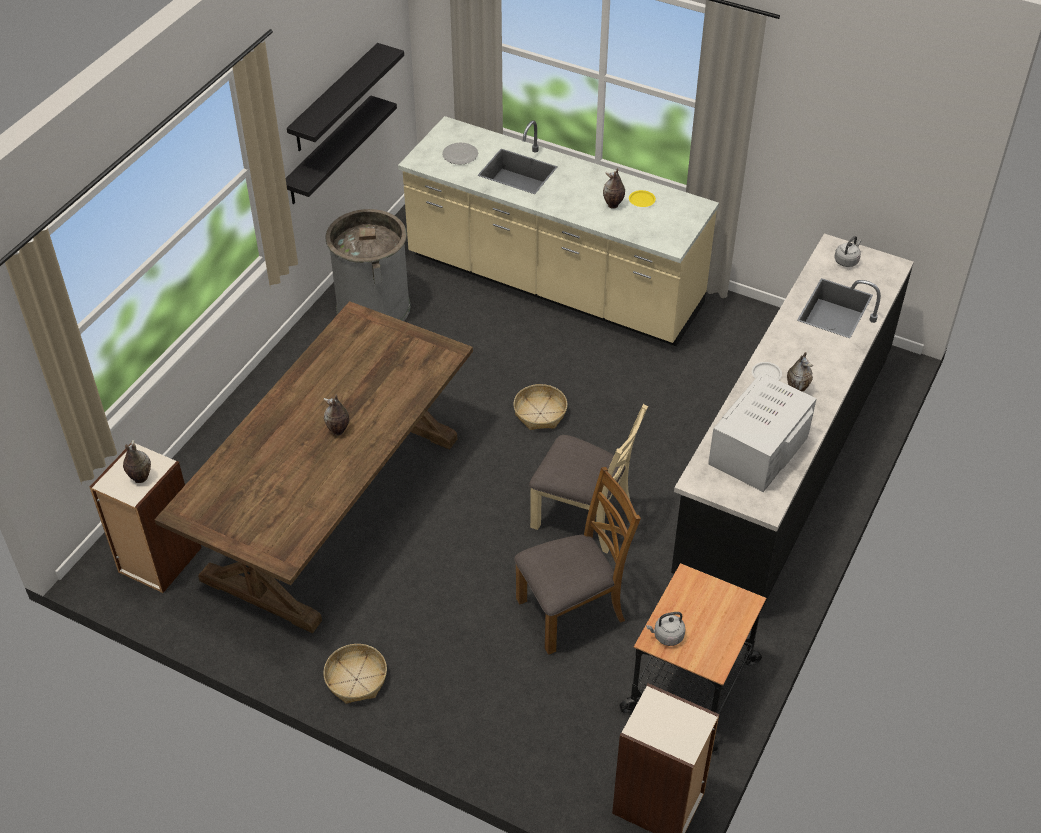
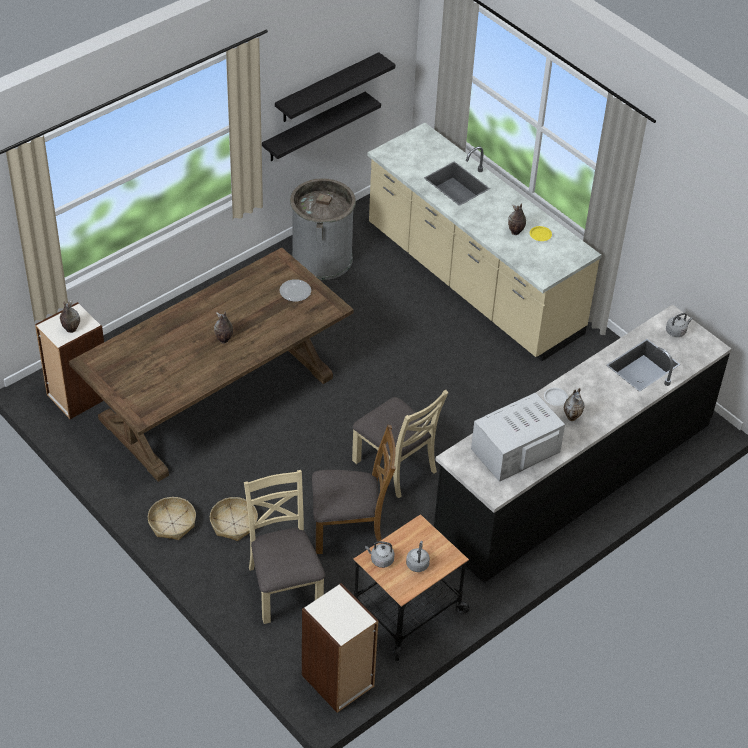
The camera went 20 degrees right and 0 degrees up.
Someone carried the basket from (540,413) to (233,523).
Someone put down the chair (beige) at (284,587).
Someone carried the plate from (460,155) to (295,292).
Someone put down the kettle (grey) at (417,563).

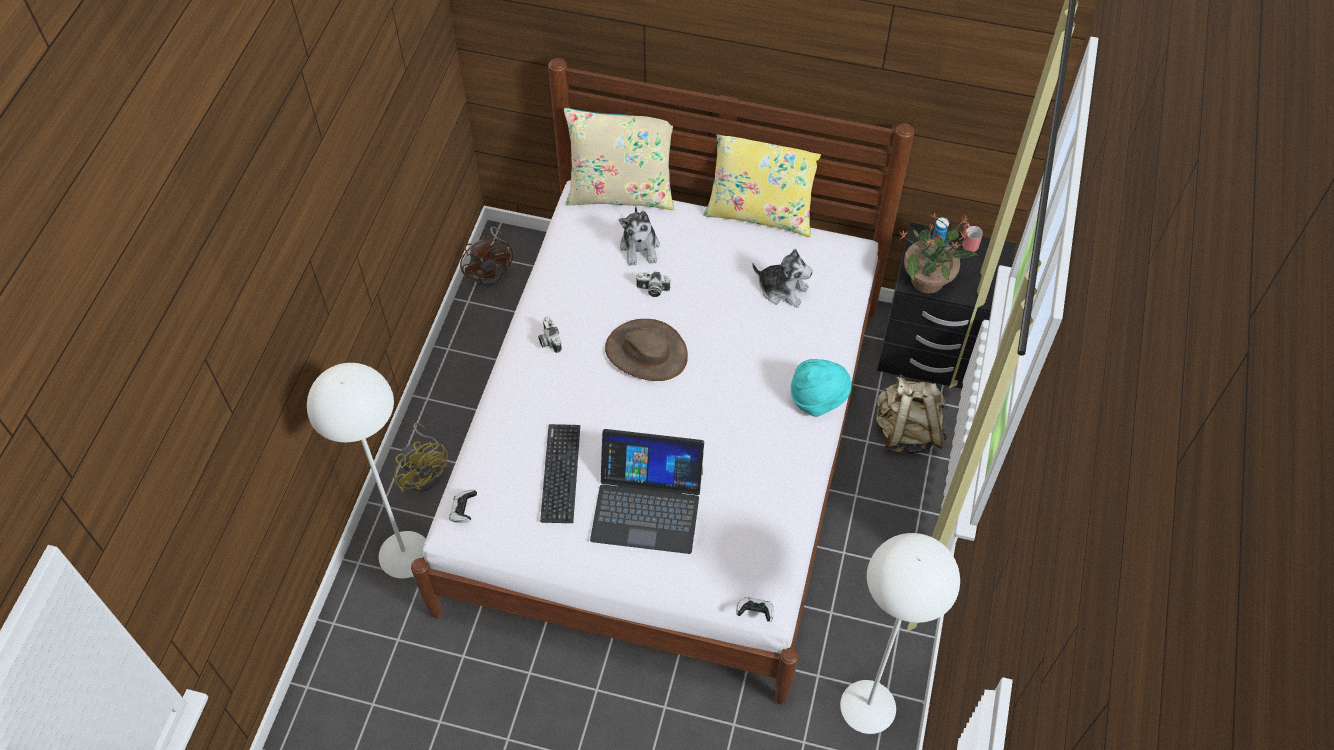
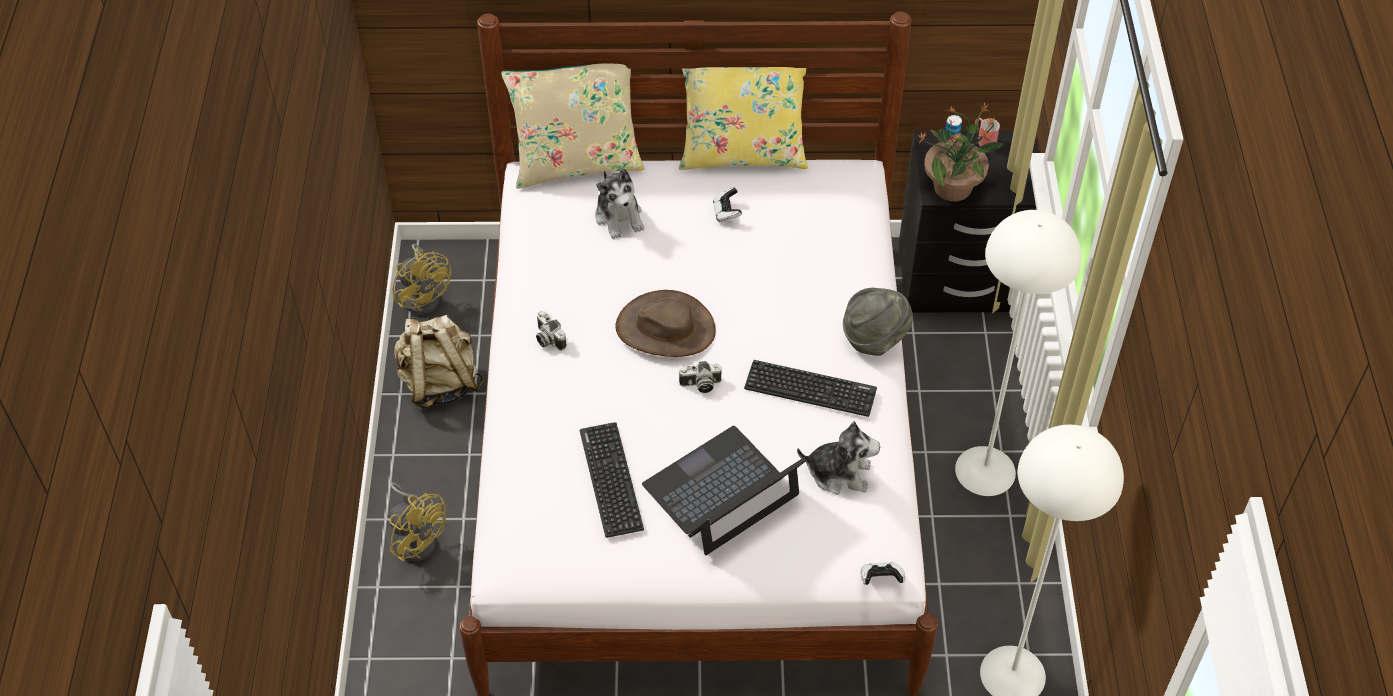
The camera went 15 degrees left and 5 degrees down.
Someone repainted the fan (brown) at (492,270), which became the fan (yellow) at (424,295).
Someone carried the backpack (beige) from (906,431) to (439,383).
Someone rotated the laptop at (647,505) by 150 degrees clockwise.
Someone carried the photo camera from (652,290) to (700,385).
Someone carried the game controller from (463,511) to (726,212).
Someone put down the keyboard at (810,389).
Someone carried the plush toy from (782,289) to (839,473).
Someone repainted the hat (turquoise) at (817,399), which became the hat (grey) at (874,337).
Someone carried the floor lamp (white) from (405,554) to (985,470).

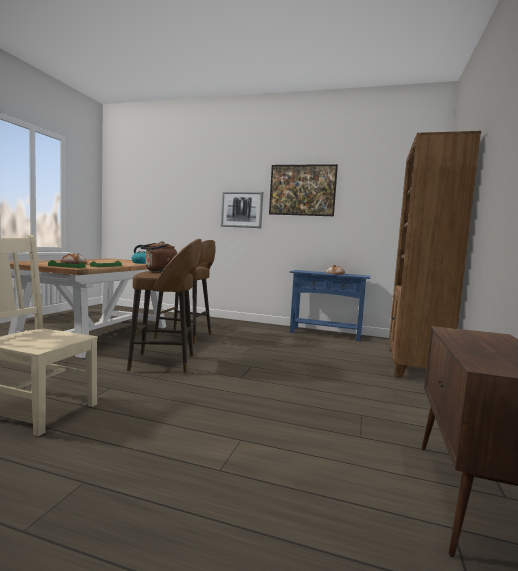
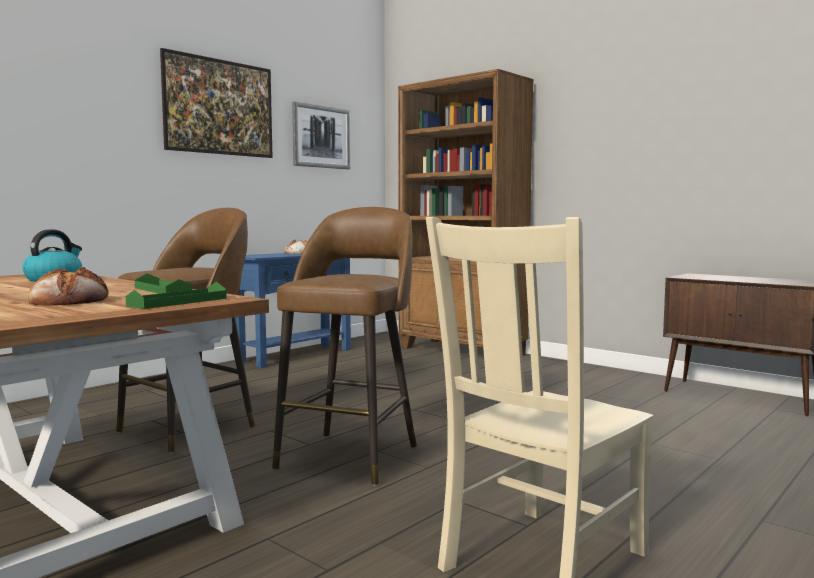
The camera went 65 degrees left and 0 degrees up.
Someone carried the picture from (241,209) to (321,137).
Someone took away the kettle (brown) at (159,271).

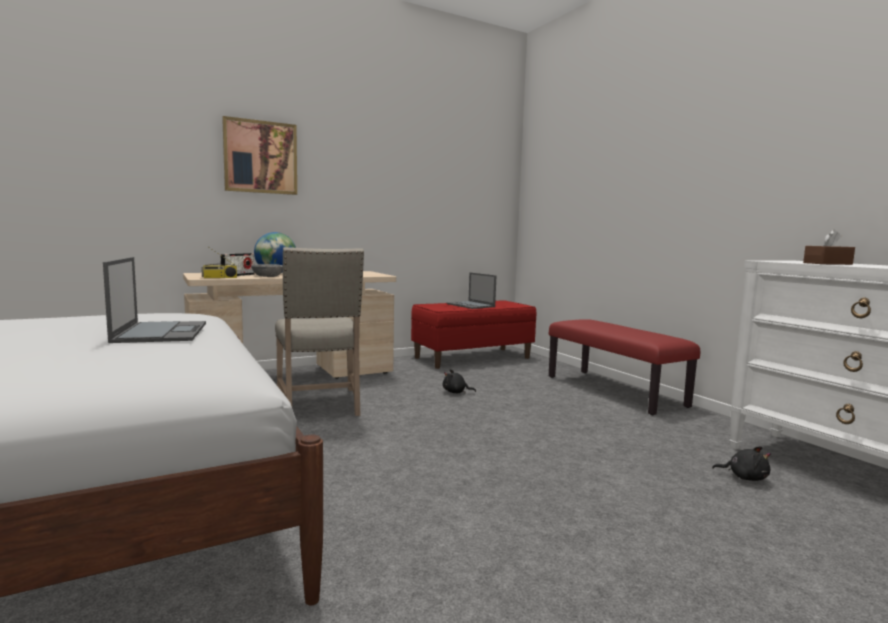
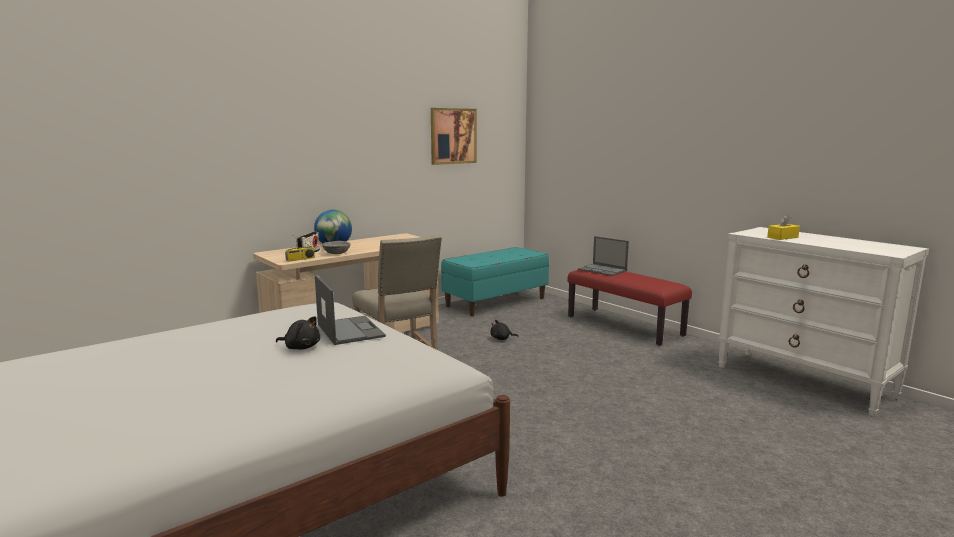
The camera went 10 degrees left and 5 degrees up.
Someone carried the plush toy (black) from (744,477) to (301,347).
Someone carried the picture from (260,157) to (453,136).
Someone repainted the bench (red) at (472,358), which became the bench (turquoise) at (495,302).
Someone carried the laptop from (471,305) to (603,270).
Someone repainted the tissue box (brown) at (827,263), which became the tissue box (yellow) at (782,237).

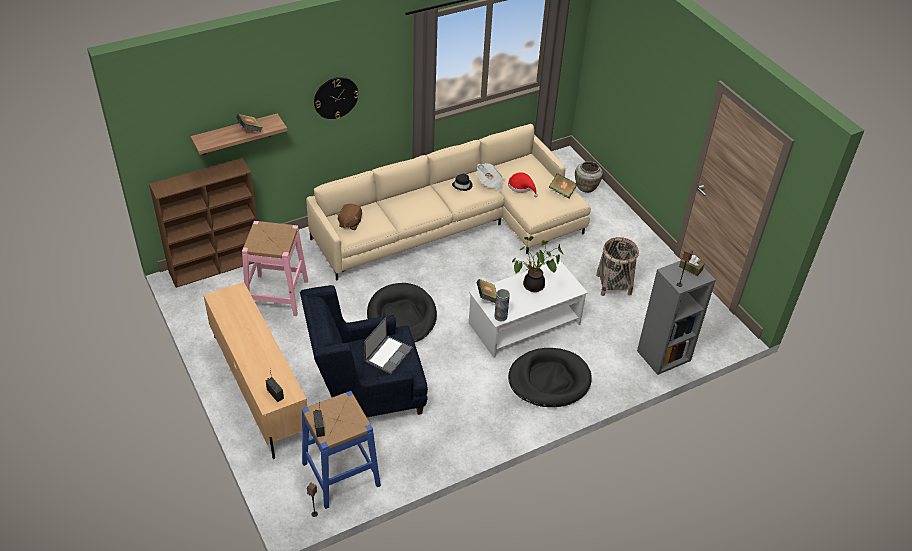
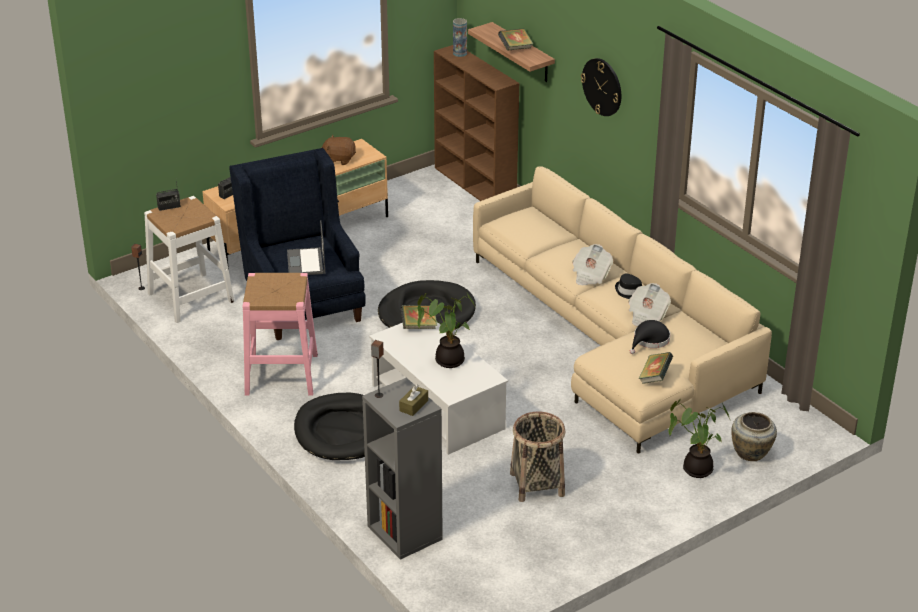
The camera went 85 degrees right and 10 degrees down.
Someone repainted the stool (blue) at (341,474), which became the stool (white) at (190,297).
Someone carried the stool (pink) from (277,295) to (281,374).
Someone rotated the laptop at (388,354) by 60 degrees clockwise.
Someone carried the plush toy (brown) from (350,223) to (339,159).
Someone carried the vase from (500,316) to (460,53).
Someone put down the newspaper at (590,275).
Someone repainted the hat (red) at (522,186), which became the hat (black) at (649,340).
Someone put down the potted plant at (695,468).

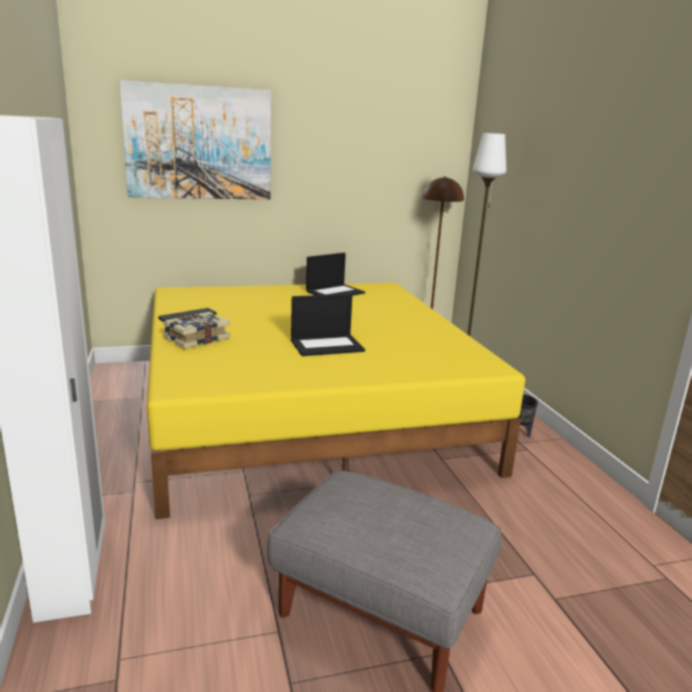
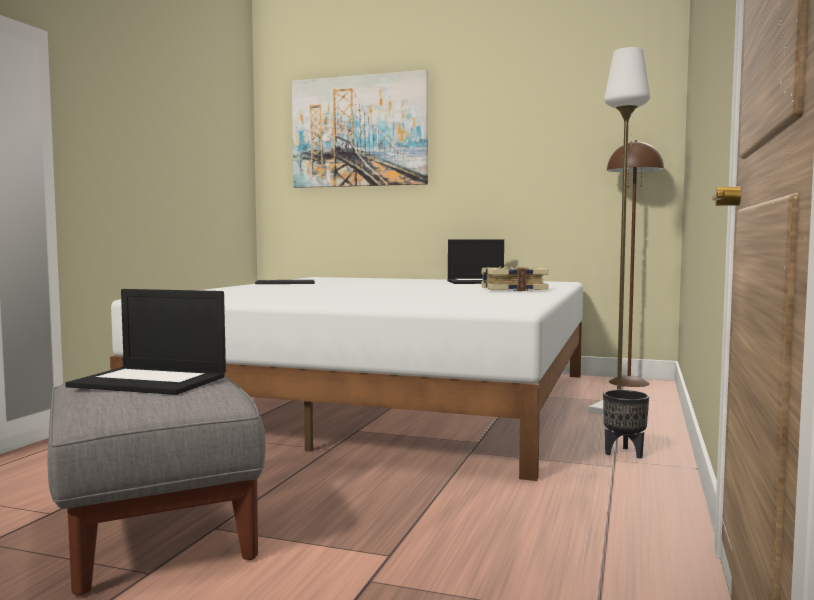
The camera went 35 degrees right and 15 degrees down.
Someone carried the laptop from (327,345) to (151,381).
Someone repainted the bed (yellow) at (307,410), which became the bed (white) at (388,400).
Someone carried the book from (196,339) to (513,289).

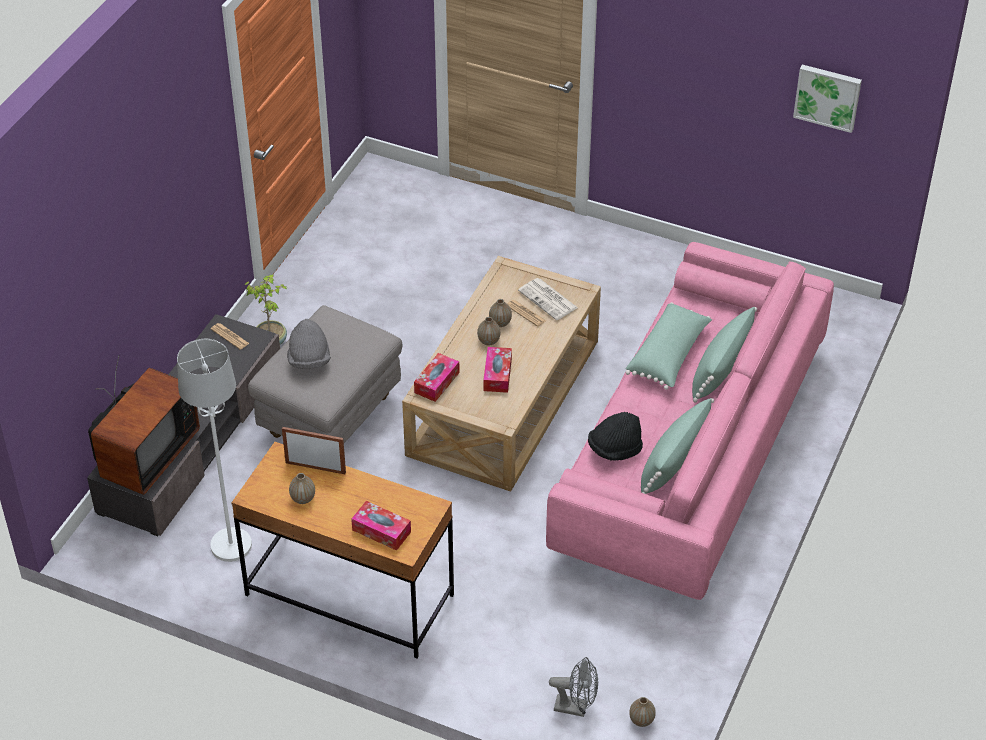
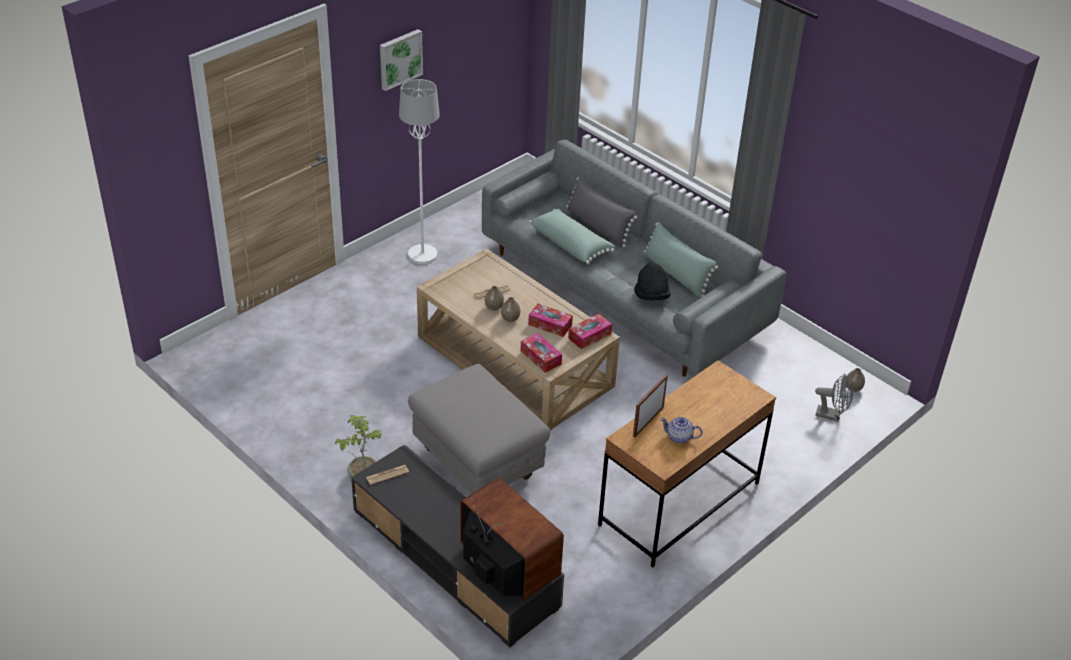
The camera went 70 degrees left and 5 degrees down.
Someone carried the picture from (828,96) to (399,59).
Someone carried the floor lamp (white) from (230,545) to (422,255).
Someone repainted the sofa (pink) at (689,452), which became the sofa (grey) at (622,290).
Someone repainted the pillow (green) at (720,369), which became the pillow (grey) at (598,226).
Someone carried the tissue box from (381,531) to (589,336).
Someone swapped the vase at (303,498) for the teapot at (679,437).
Someone rotated the fan (grey) at (576,707) by 75 degrees clockwise.
Someone took away the hat (grey) at (309,360).
Someone took away the newspaper at (548,300).

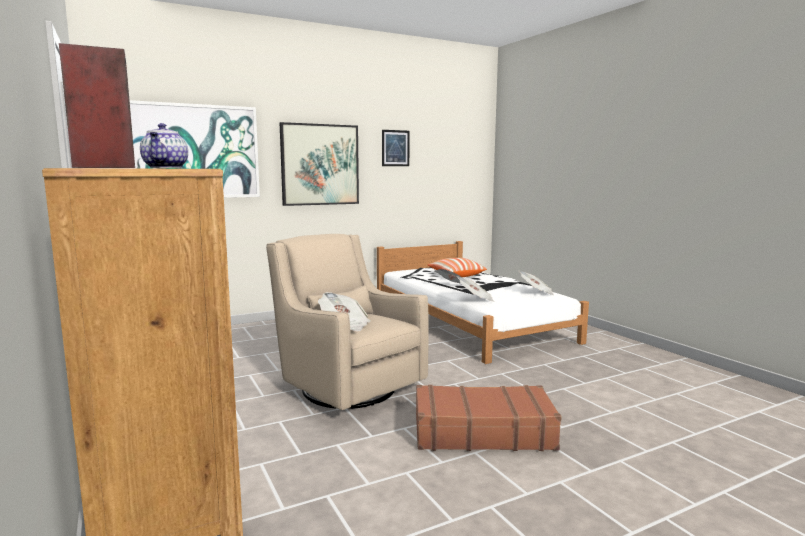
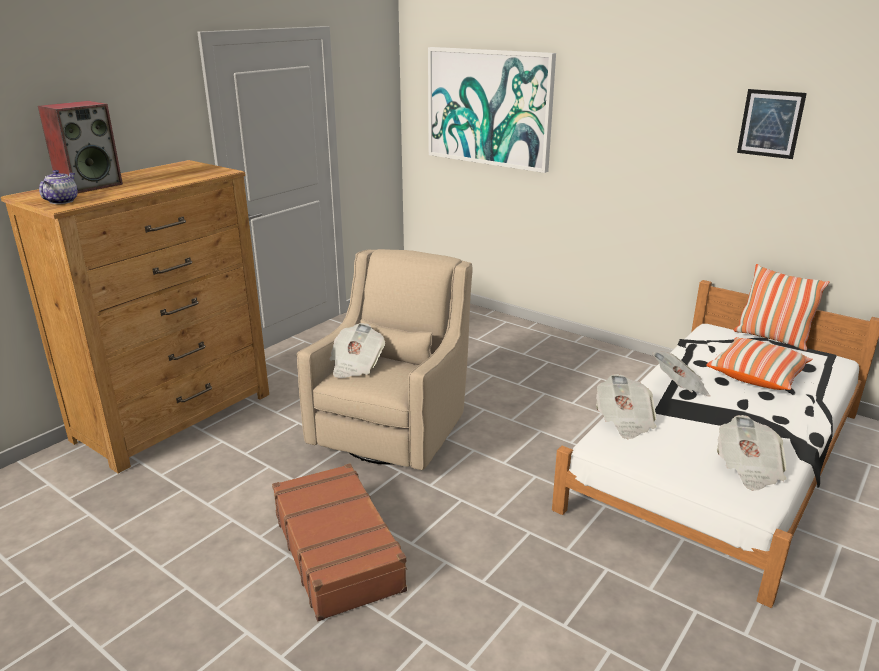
The camera went 65 degrees right and 15 degrees up.
Someone rotated the teapot at (166,168) by 135 degrees clockwise.
Someone put down the pillow at (772,338).
Someone took away the picture at (320,164).

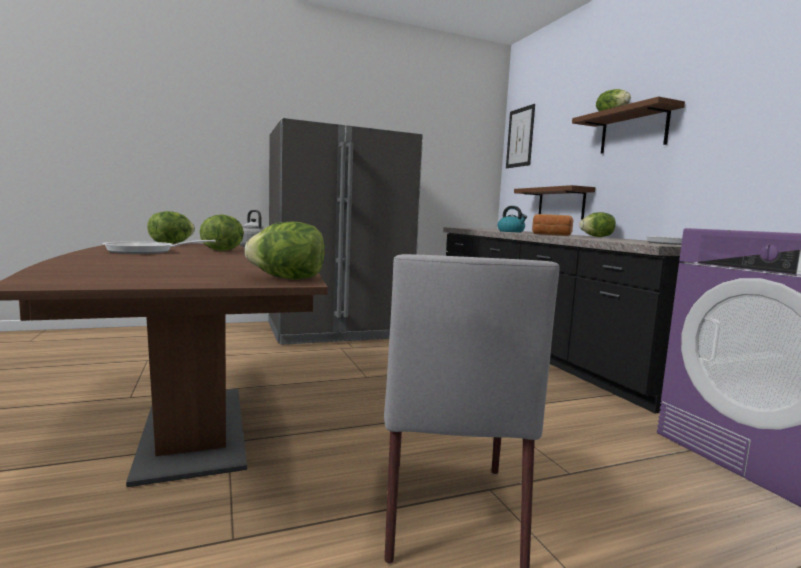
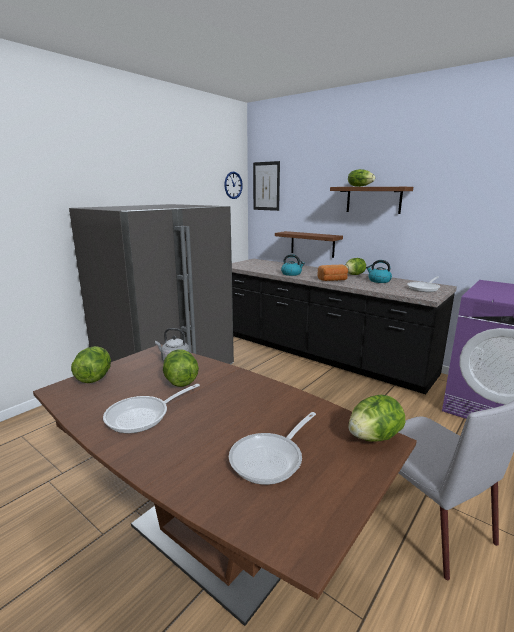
The camera went 30 degrees left and 10 degrees up.
Someone put up the wall clock at (233,185).
Someone put down the frying pan at (271,459).
Someone put down the kettle at (378,281).

